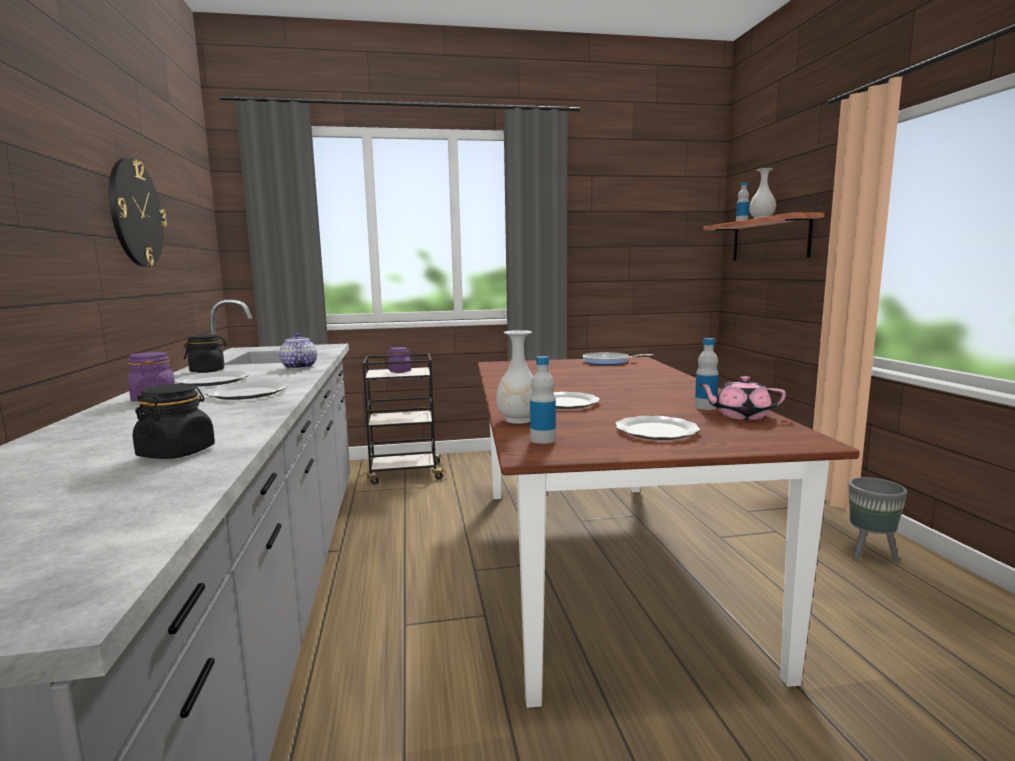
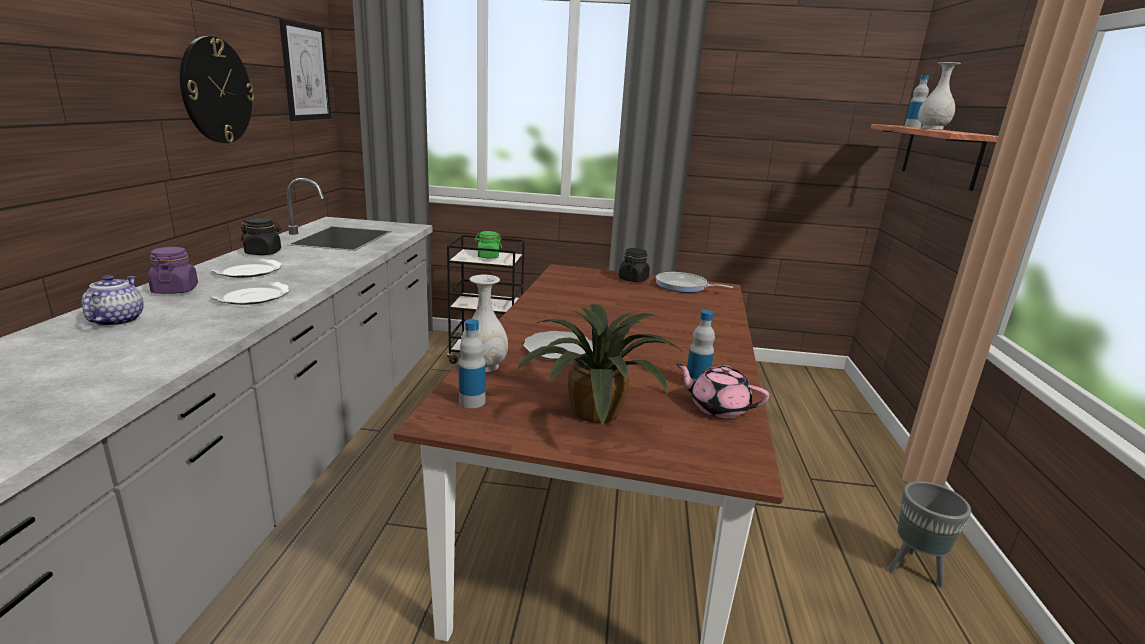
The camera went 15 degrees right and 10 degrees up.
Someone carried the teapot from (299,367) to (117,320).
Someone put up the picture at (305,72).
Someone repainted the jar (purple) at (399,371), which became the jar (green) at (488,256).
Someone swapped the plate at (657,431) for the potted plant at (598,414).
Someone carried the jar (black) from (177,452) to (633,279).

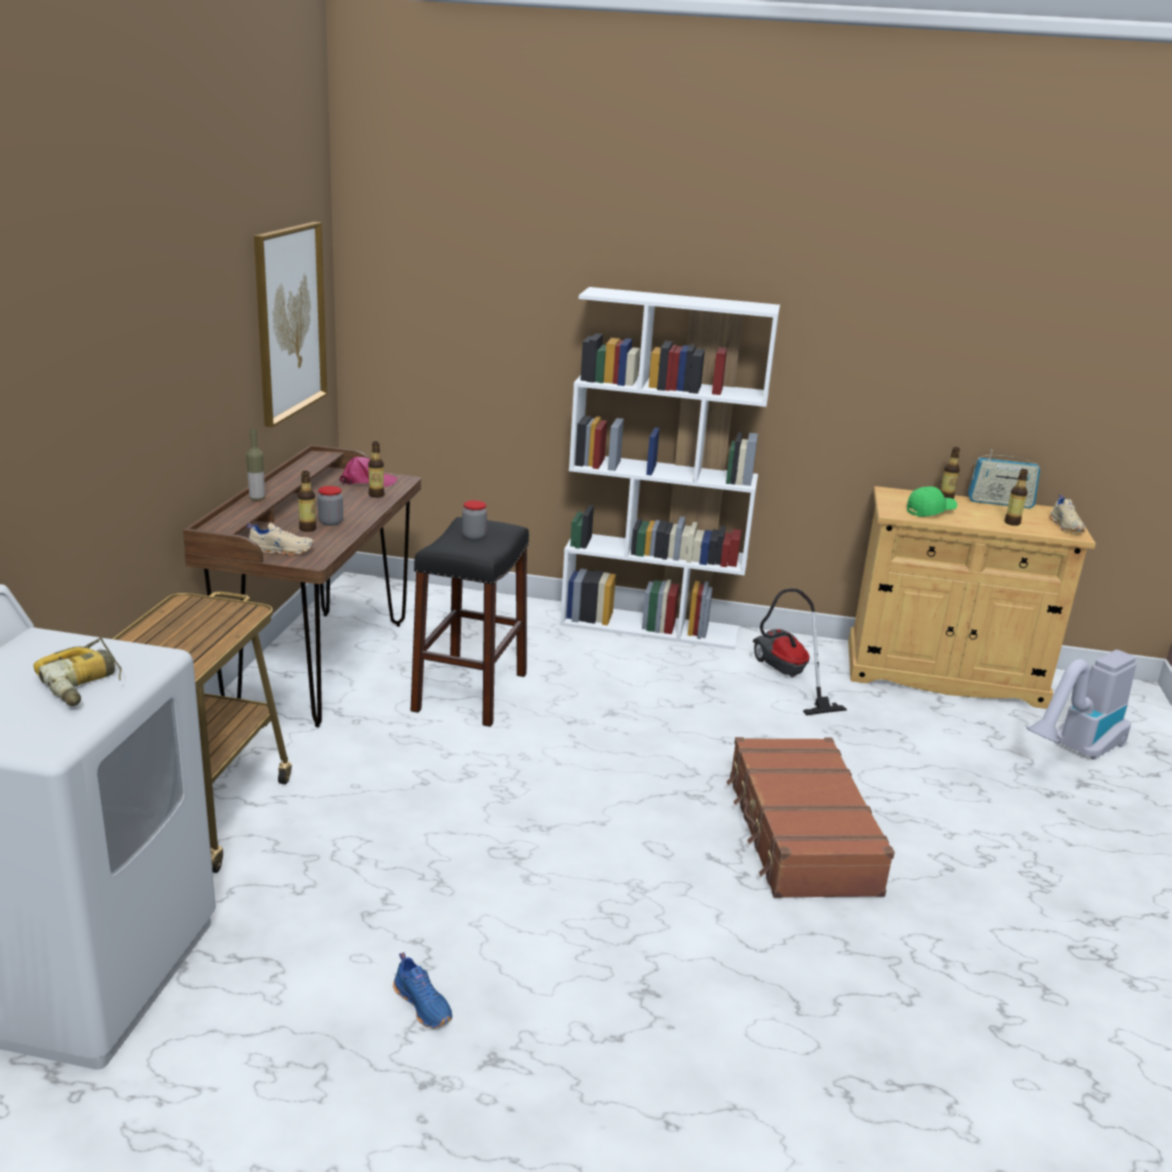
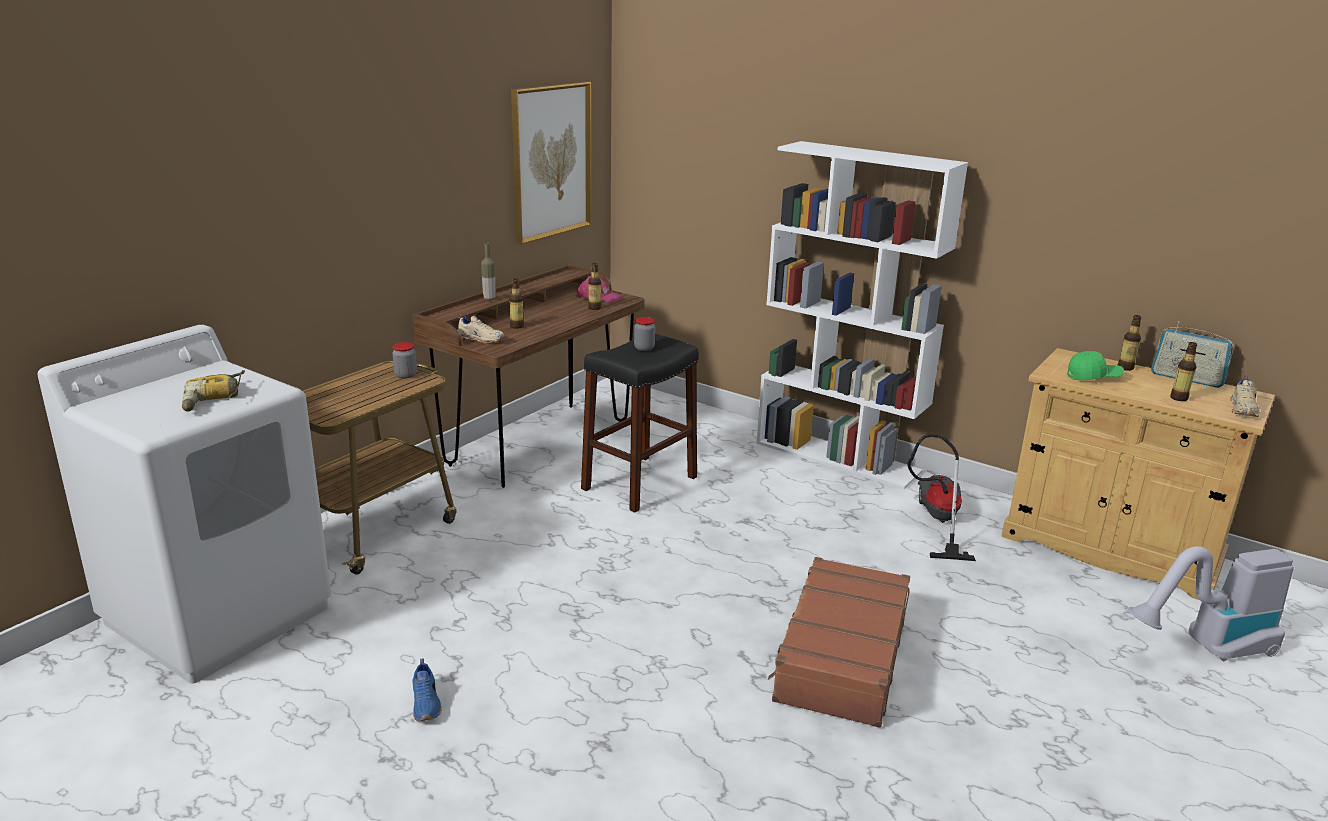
The camera went 25 degrees right and 0 degrees up.
Someone carried the jar from (331,522) to (405,375).

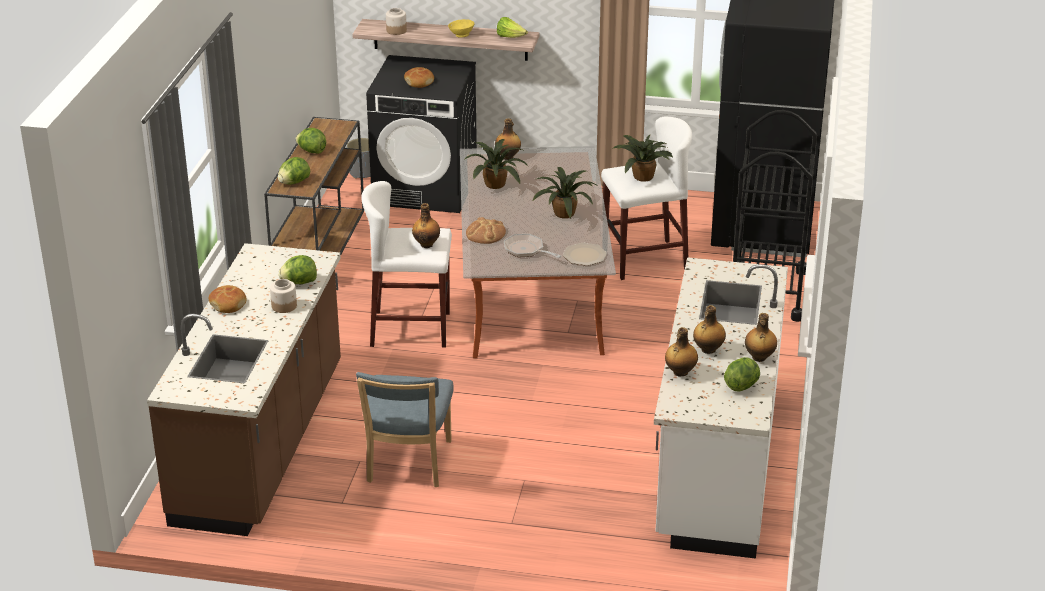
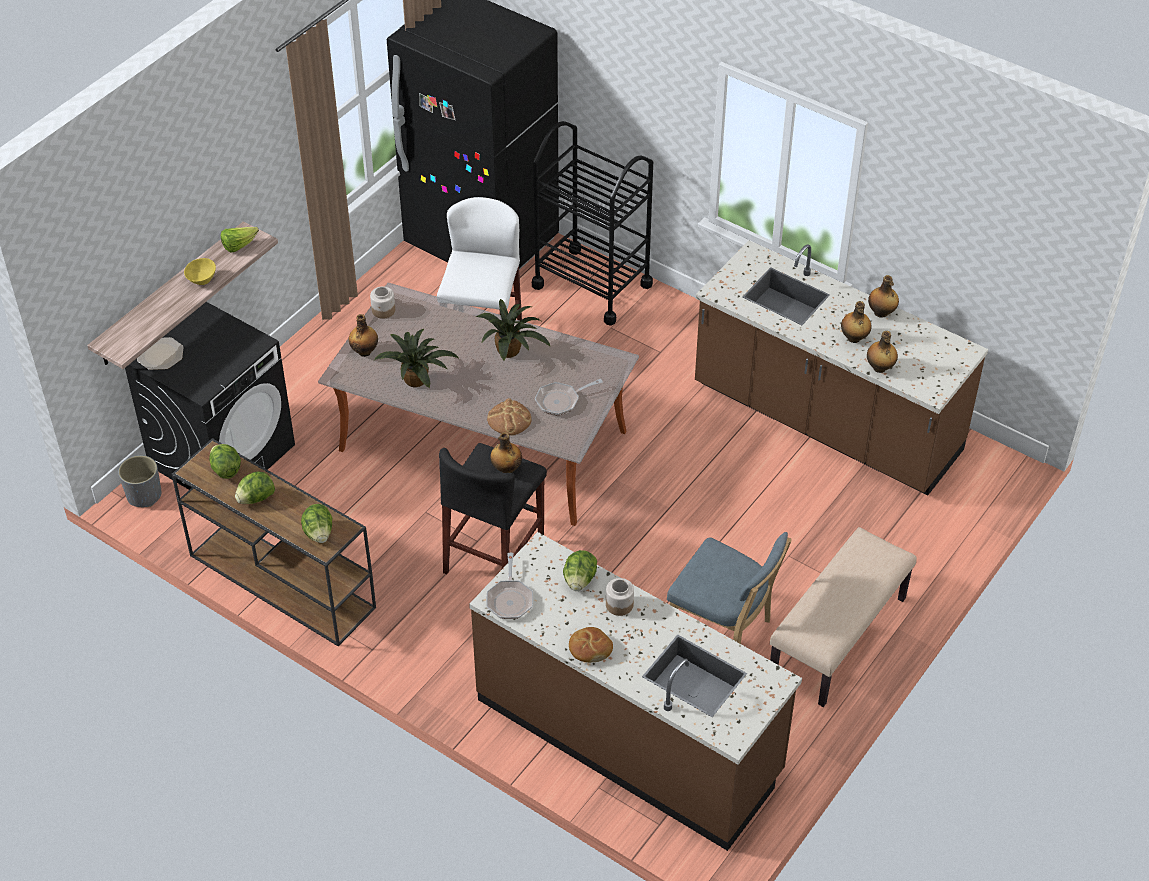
The camera went 65 degrees left and 15 degrees up.
Someone carried the plate from (584,255) to (160,355).
Someone carried the lettuce from (742,386) to (225,469).
Someone carried the jar from (396,31) to (383,310).
Someone repainted the stool (white) at (410,329), which became the stool (black) at (494,556).
Someone put down the frying pan at (510,599).
Someone repainted the counter (white) at (716,461), which became the counter (brown) at (826,421).
Someone put down the bench (beige) at (838,638).
Someone took away the bread at (419,82).
Someone took away the potted plant at (642,176).

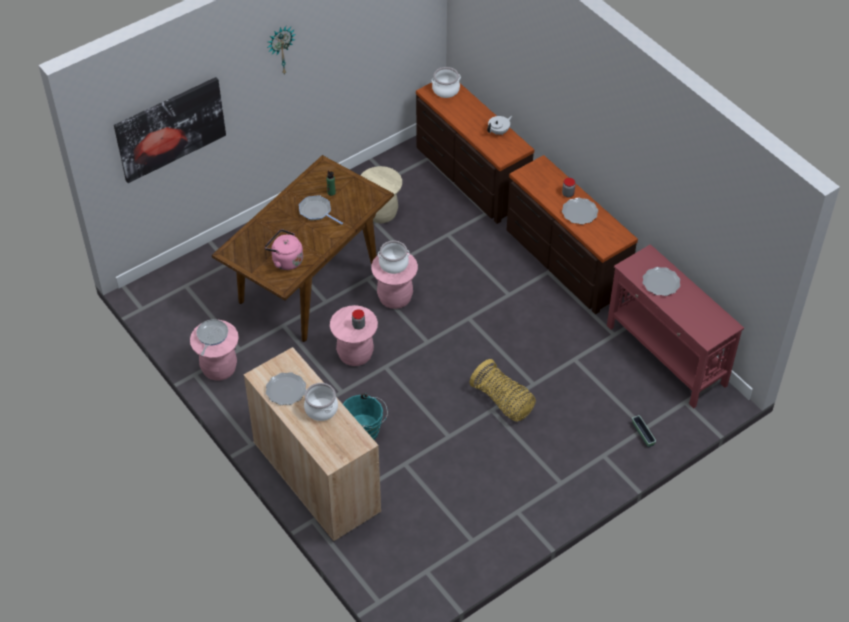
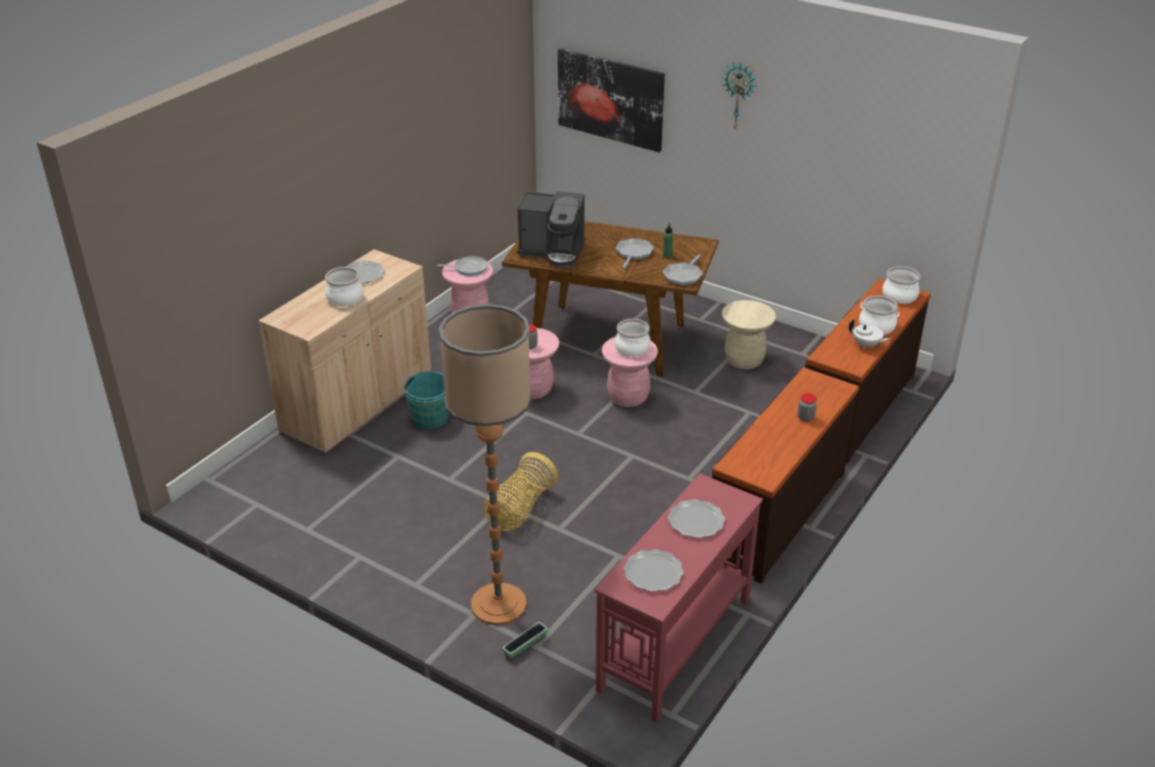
The camera went 70 degrees right and 15 degrees down.
Someone put down the floor lamp at (498,604).
Someone swapped the kettle (pink) at (285,260) for the coffee machine at (553,251).
Someone carried the plate from (579,212) to (653,573).
Someone put down the frying pan at (683,276).
Someone put down the cooking pot at (877,326).

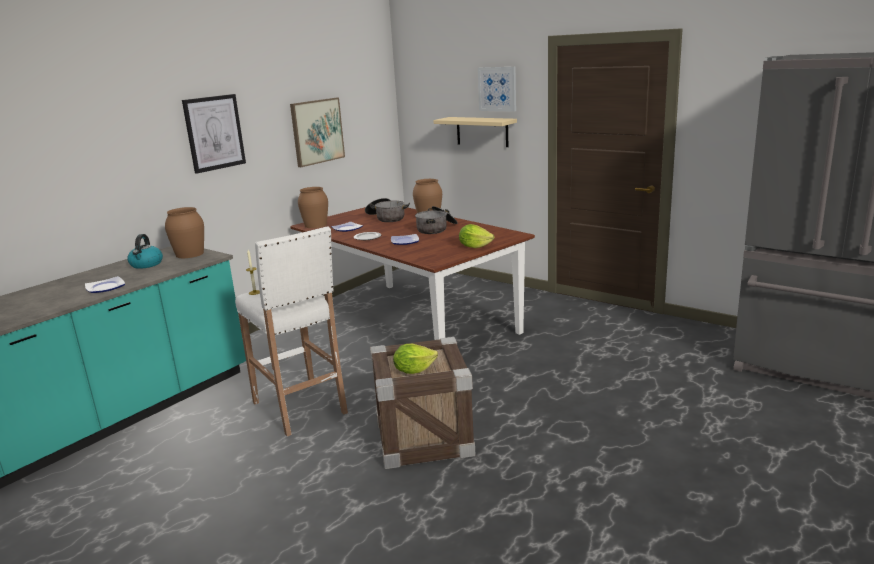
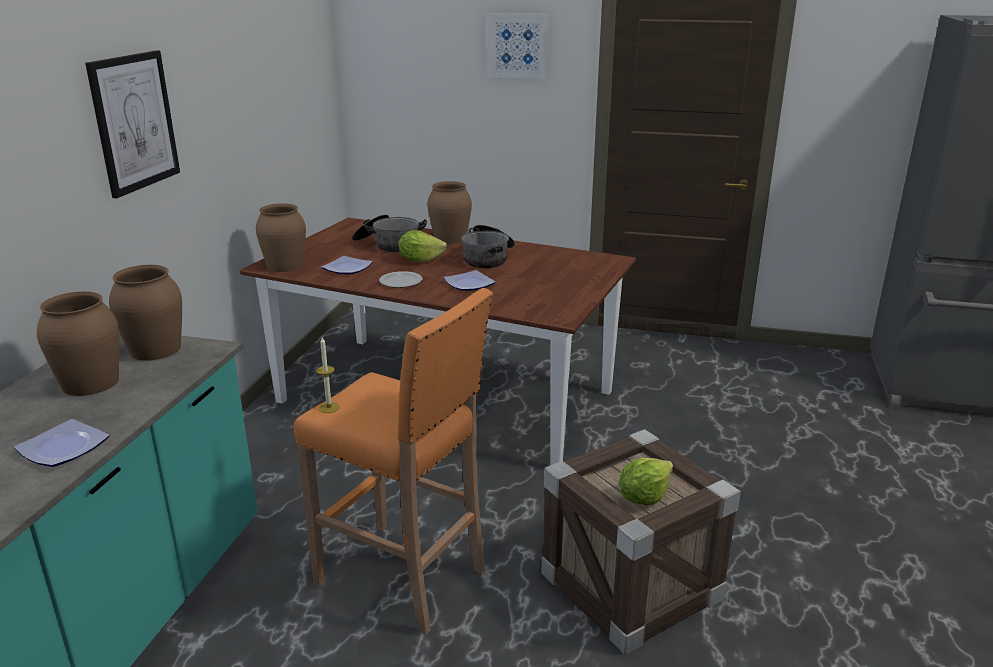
The camera went 25 degrees left and 5 degrees up.
Someone swapped the kettle at (146,264) for the vase (brown) at (91,382).
Someone repainted the stool (white) at (301,408), which became the stool (orange) at (404,577).
Someone carried the lettuce from (474,246) to (420,260).
Someone took away the picture at (317,131).
Someone took away the shelf (beige) at (482,131).

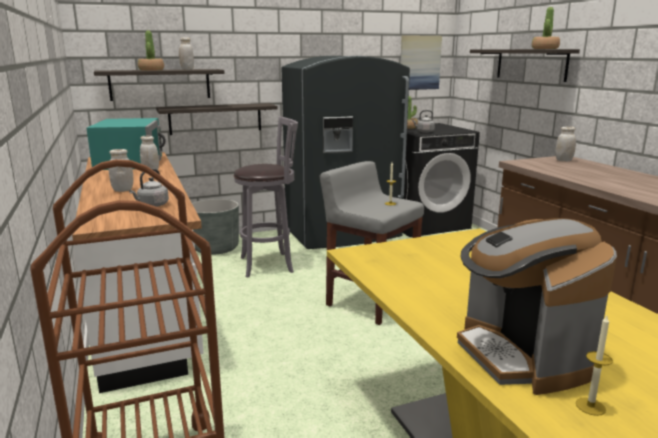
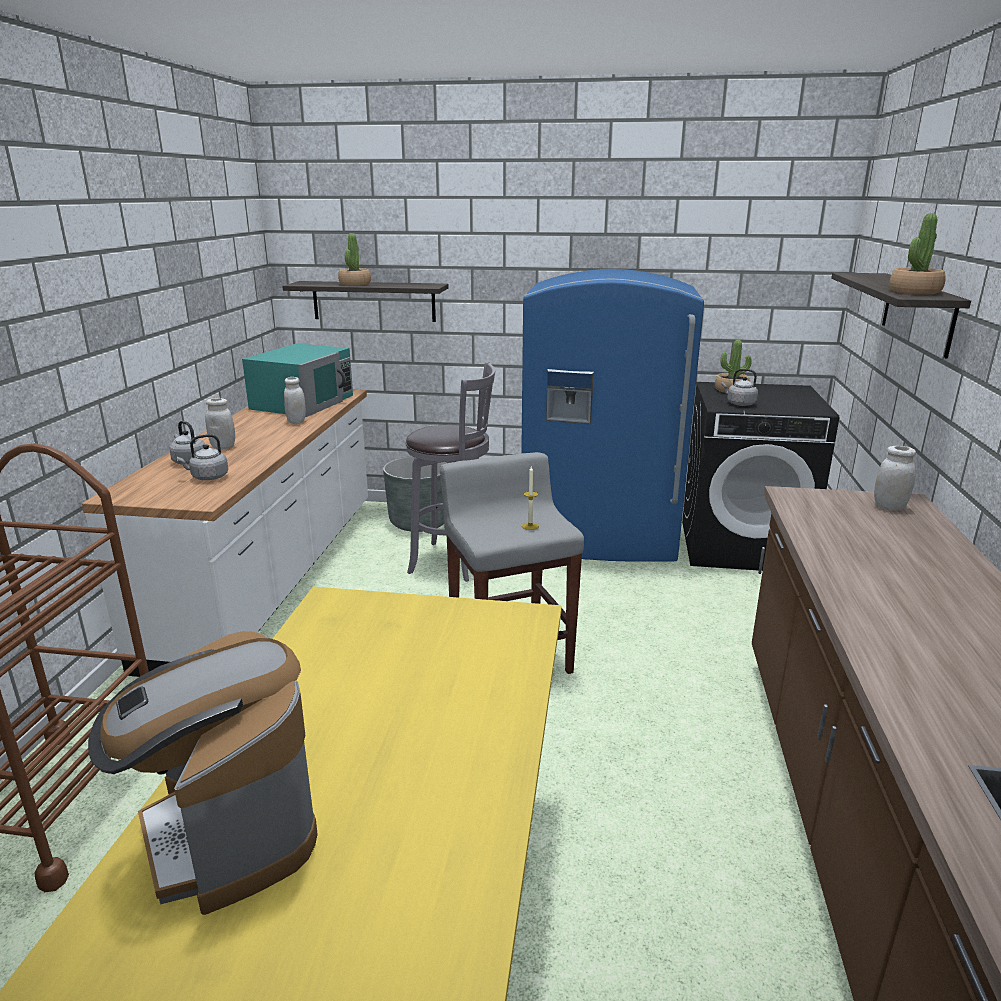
The camera went 30 degrees right and 5 degrees up.
Someone rotated the coffee machine at (521,355) by 45 degrees counterclockwise.
Someone put down the kettle (grey) at (188,461).
Someone repainted the fridge (grey) at (343,234), which became the fridge (blue) at (599,538).
Someone took away the shelf at (215,118).
Someone took away the jar (white) at (187,69).
Someone took away the picture at (419,62).
Someone took away the candle at (590,406).

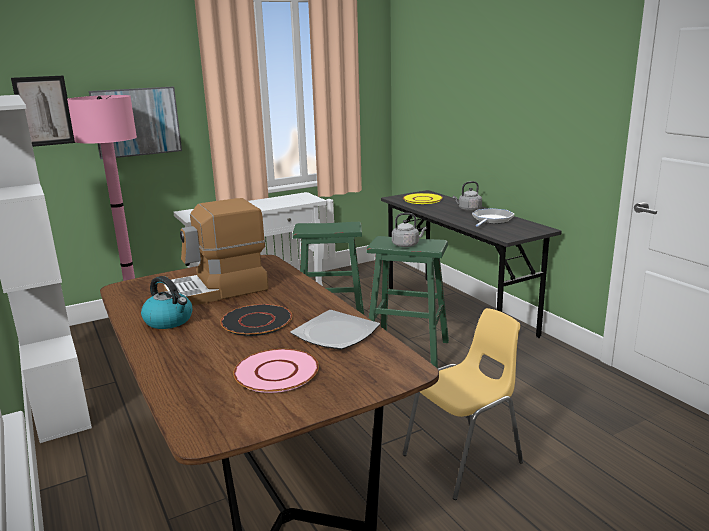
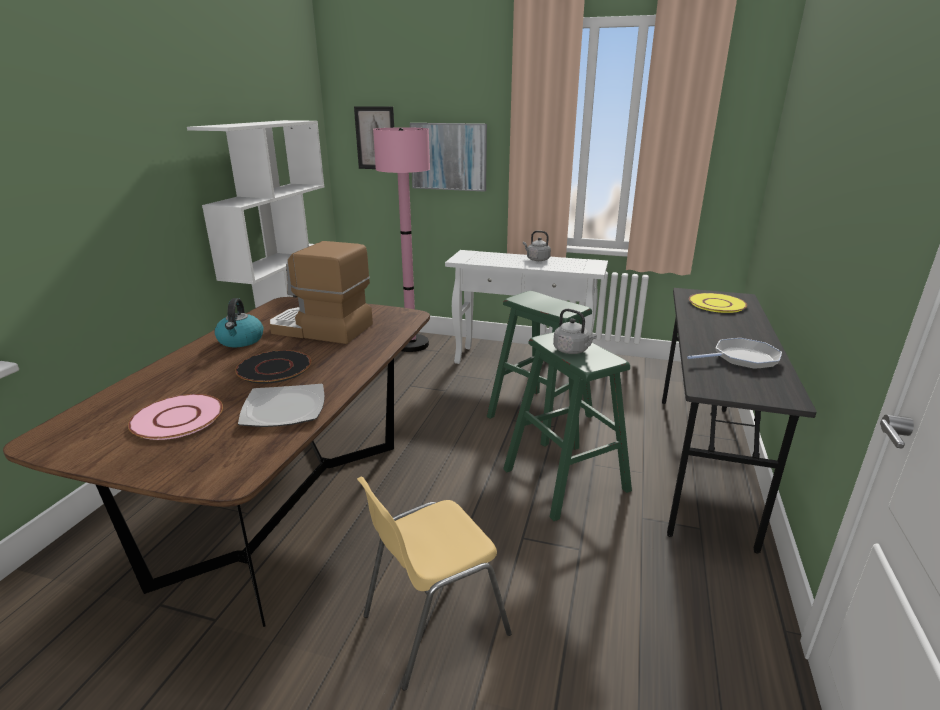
The camera went 45 degrees right and 5 degrees up.
Someone rotated the chair (yellow) at (464,459) by 135 degrees clockwise.
Someone carried the kettle (grey) from (468,209) to (536,259).

